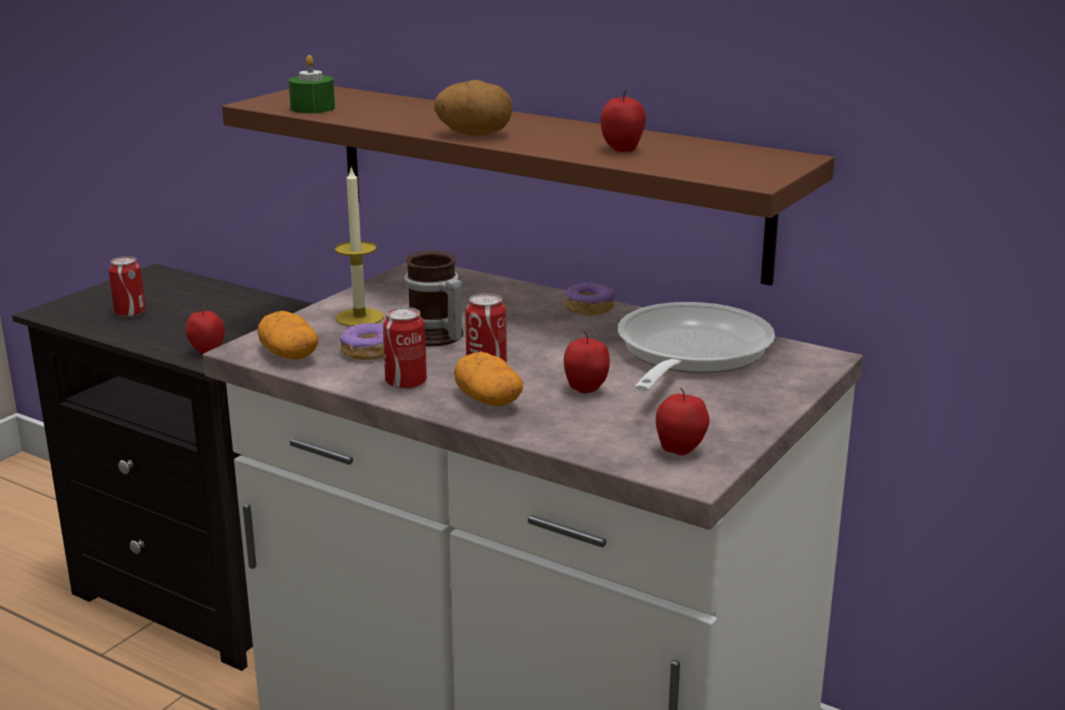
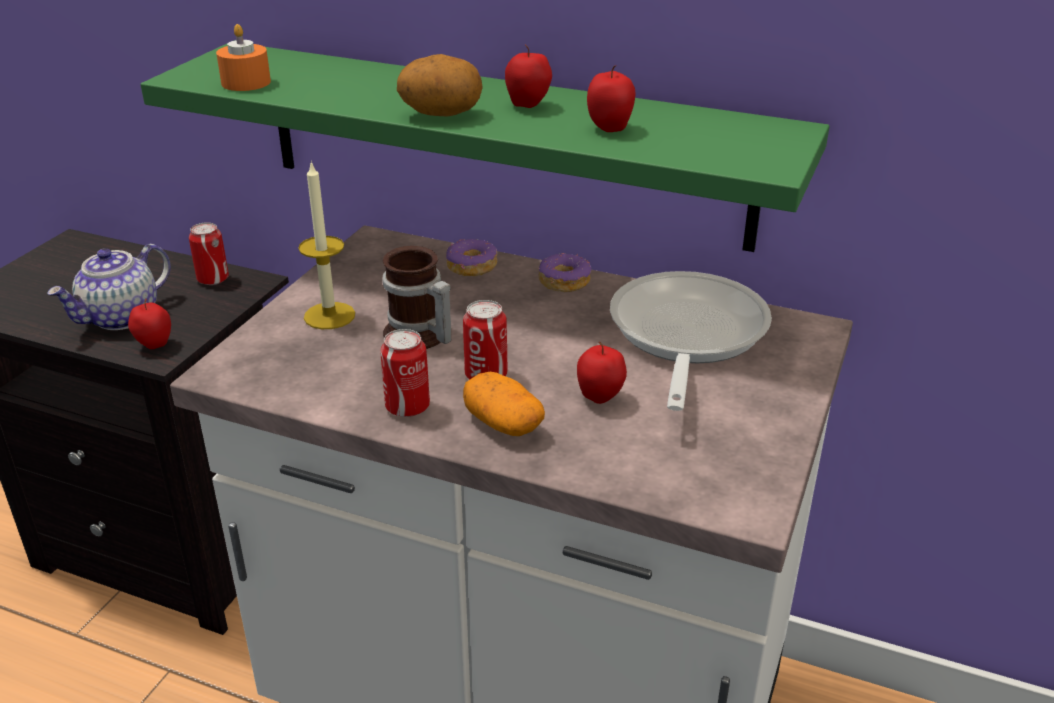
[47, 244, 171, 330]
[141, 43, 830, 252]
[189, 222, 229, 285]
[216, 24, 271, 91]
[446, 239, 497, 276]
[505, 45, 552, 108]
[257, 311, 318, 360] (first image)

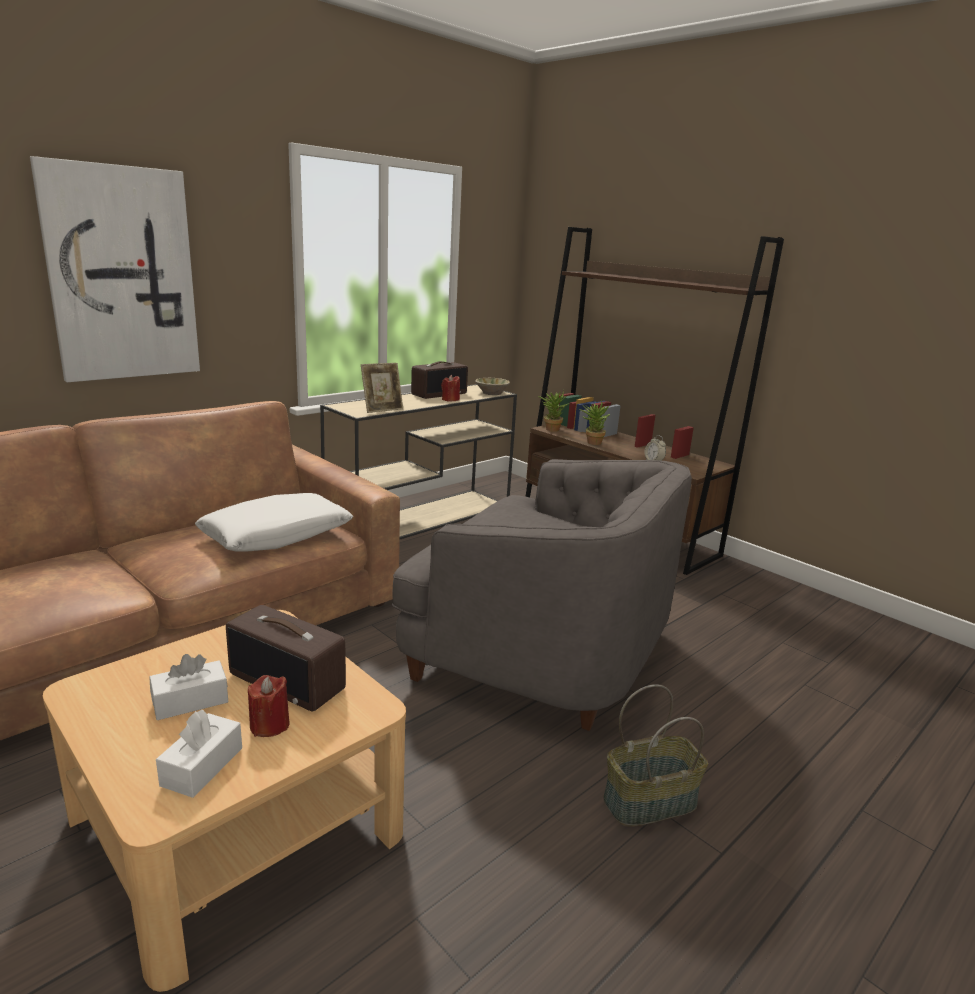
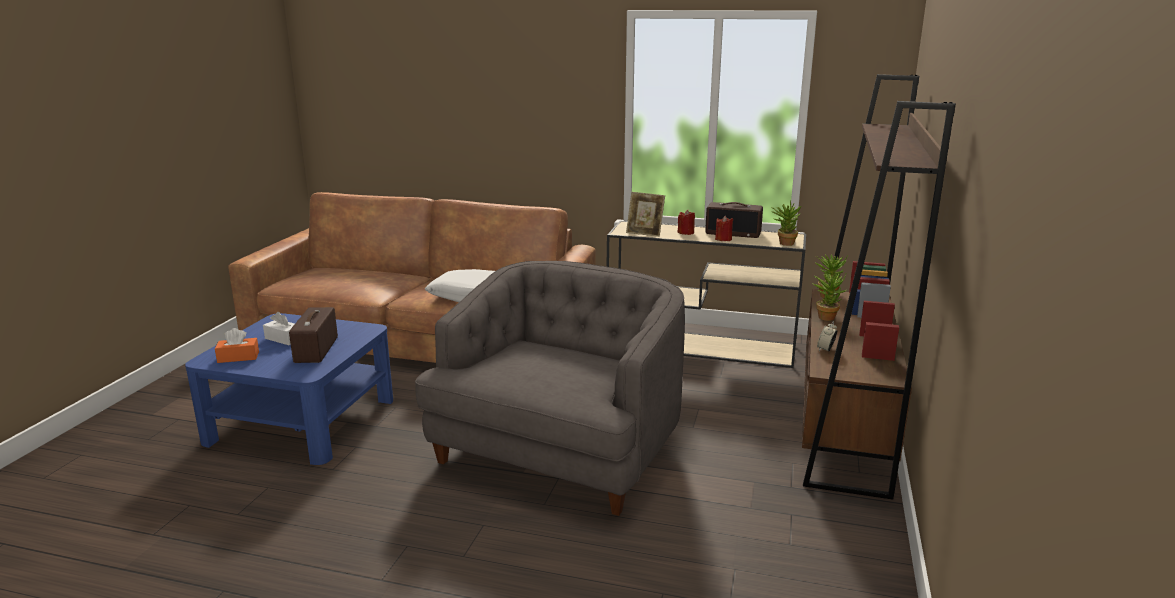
[185, 313, 393, 465]
[215, 328, 259, 363]
[415, 261, 685, 516]
[677, 210, 695, 235]
[771, 200, 801, 246]
[30, 156, 200, 382] (first image)
[603, 684, 708, 827] (first image)

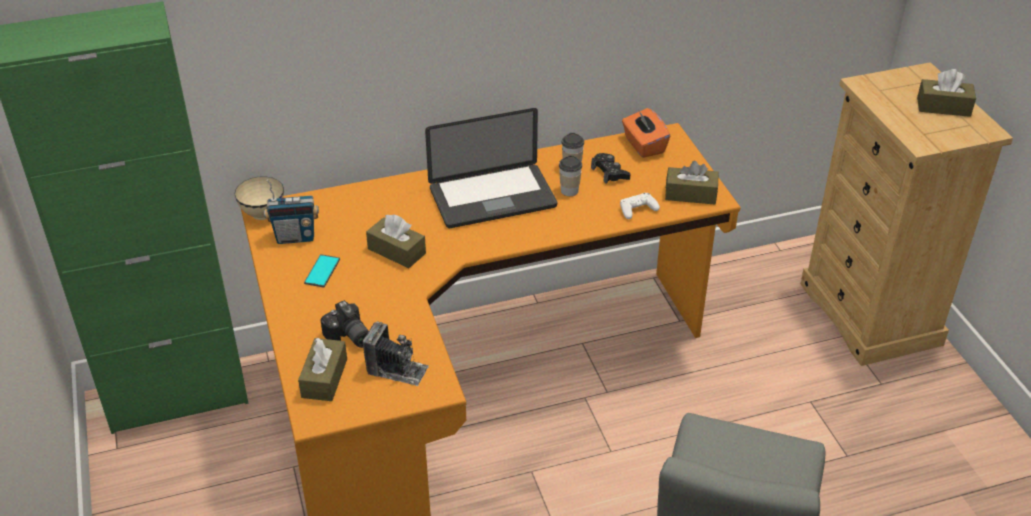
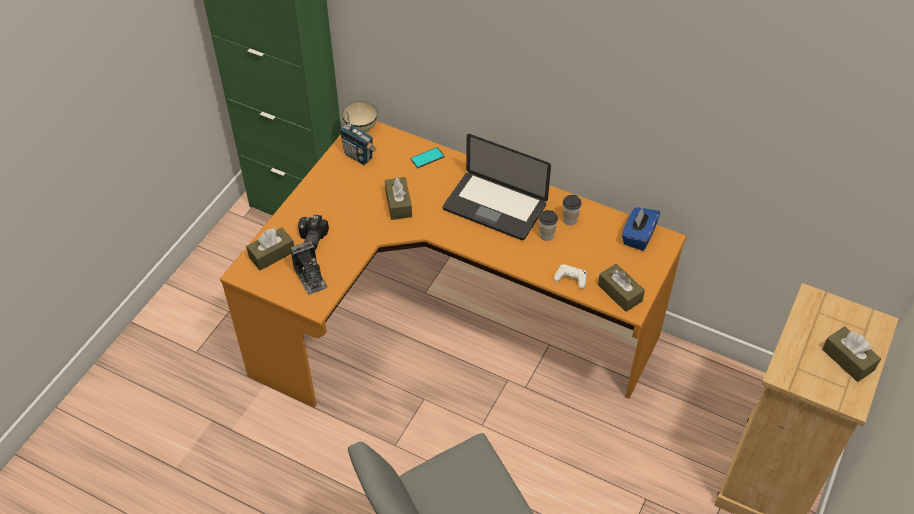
[410, 147, 445, 168]
[622, 207, 660, 251]
[591, 153, 630, 184] (first image)

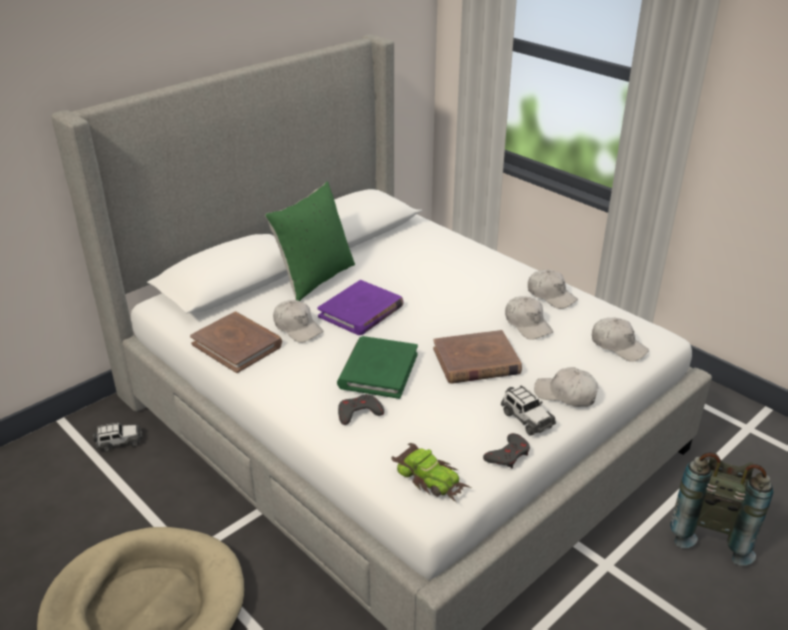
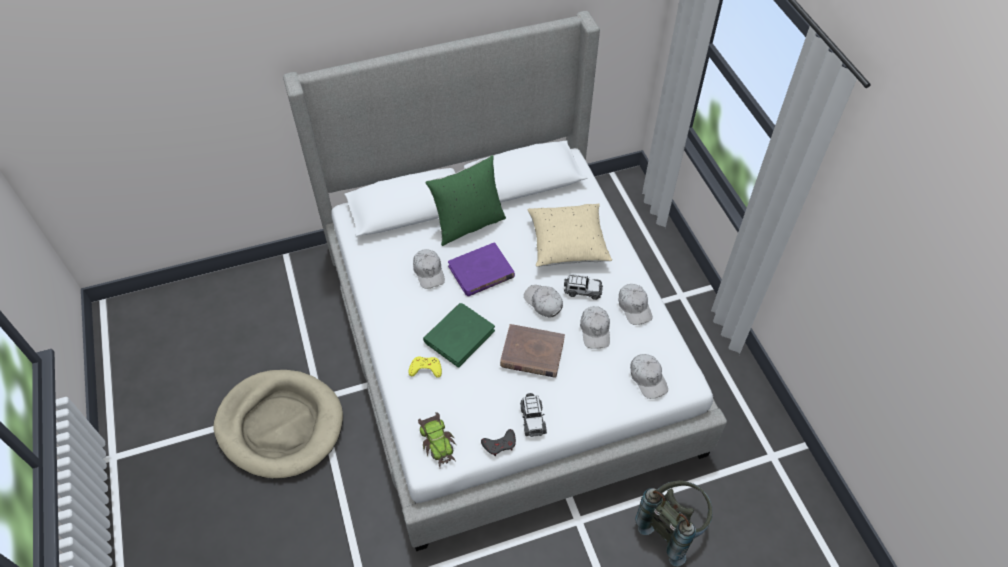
[409, 357, 442, 378]
[524, 285, 563, 318]
[527, 203, 612, 267]
[564, 274, 603, 300]
[190, 312, 282, 373] (first image)

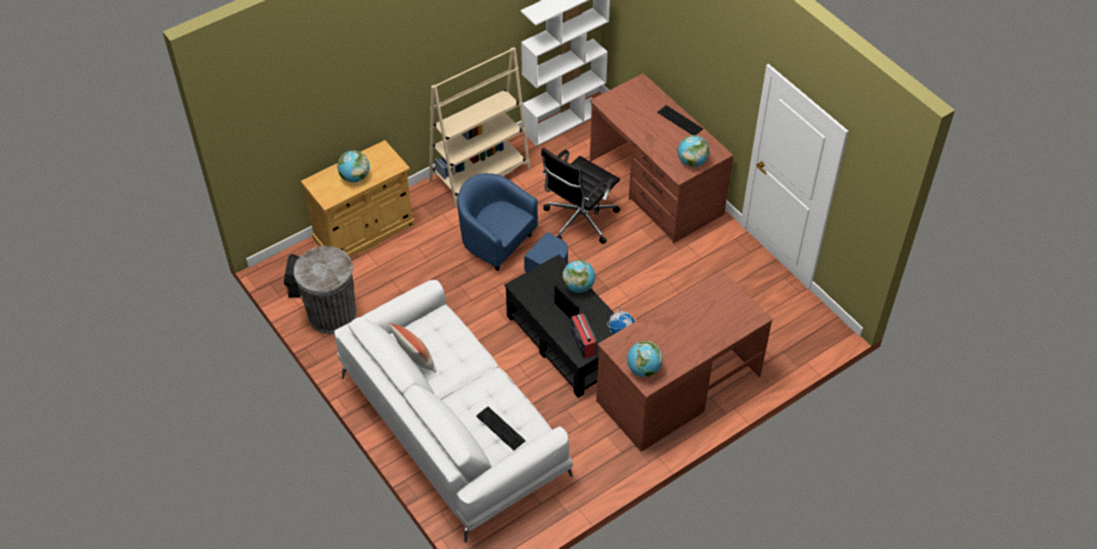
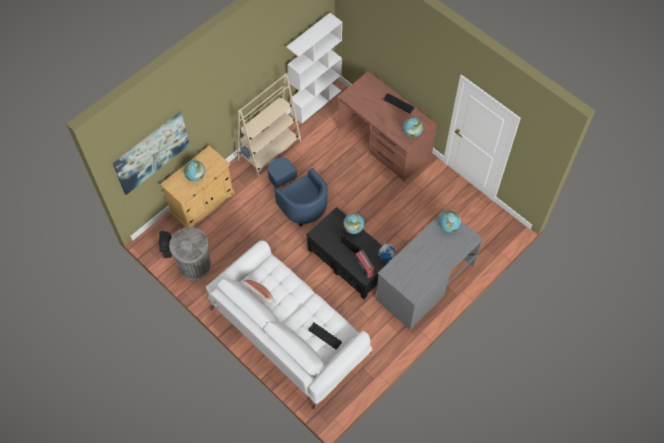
[113, 112, 190, 195]
[268, 158, 328, 226]
[376, 209, 483, 330]
[439, 210, 461, 232]
[541, 148, 620, 244] (first image)

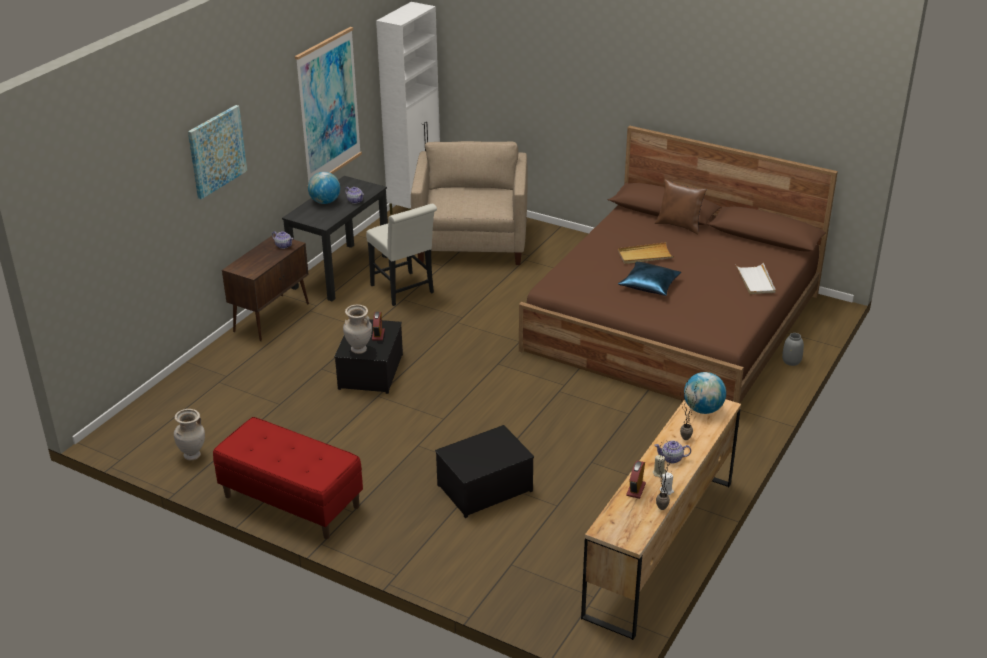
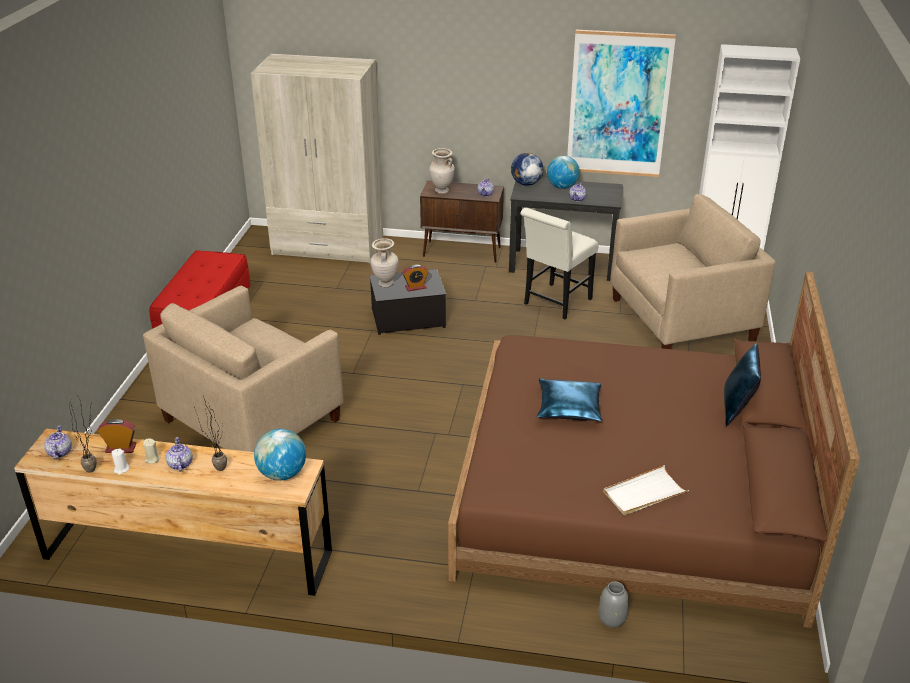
[44, 425, 72, 460]
[143, 286, 344, 452]
[251, 54, 383, 263]
[429, 148, 455, 194]
[511, 153, 544, 186]
[724, 343, 761, 426]
[188, 105, 247, 199] (first image)
[618, 242, 674, 264] (first image)

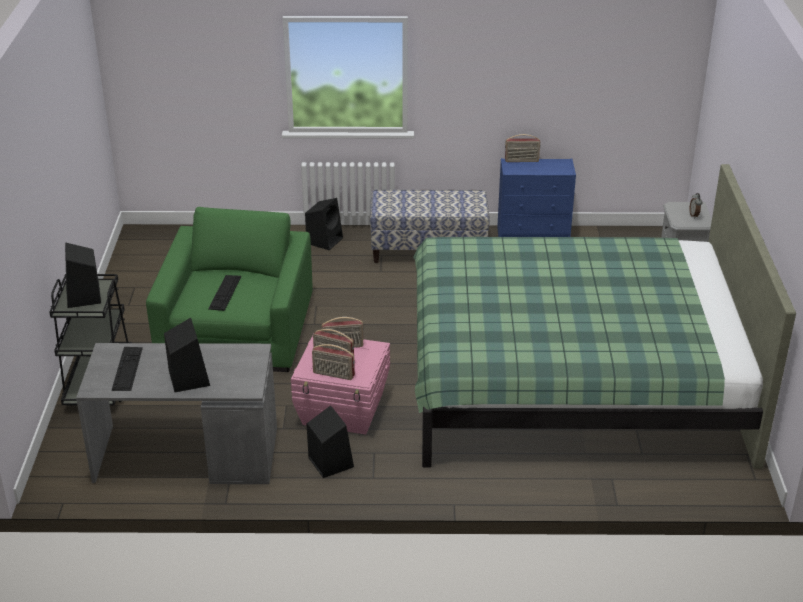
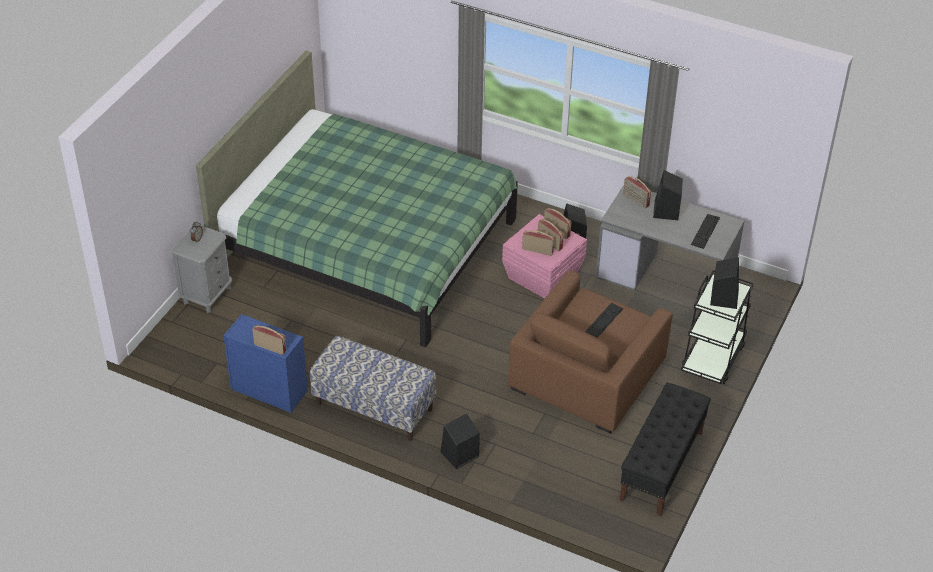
[508, 270, 673, 434]
[620, 383, 711, 516]
[623, 176, 651, 208]

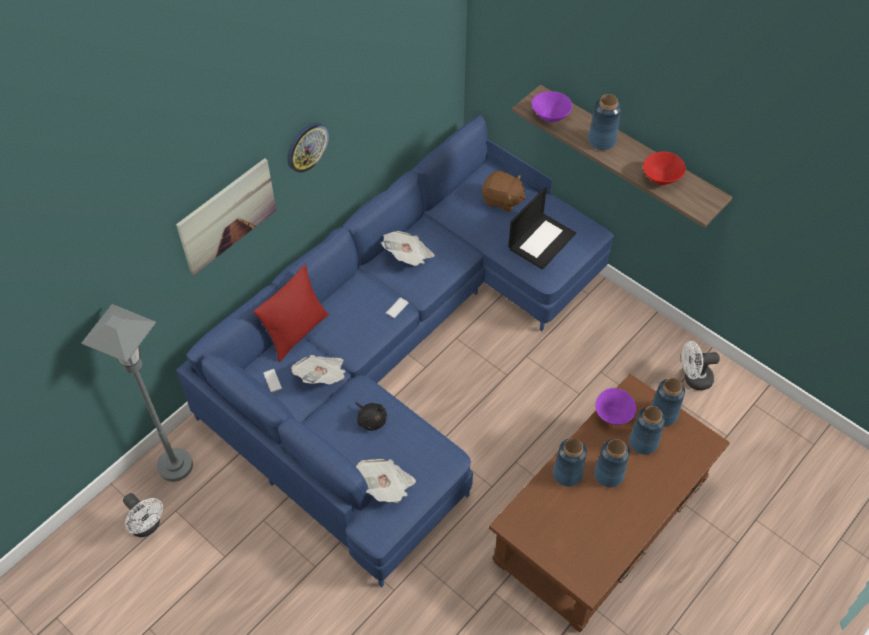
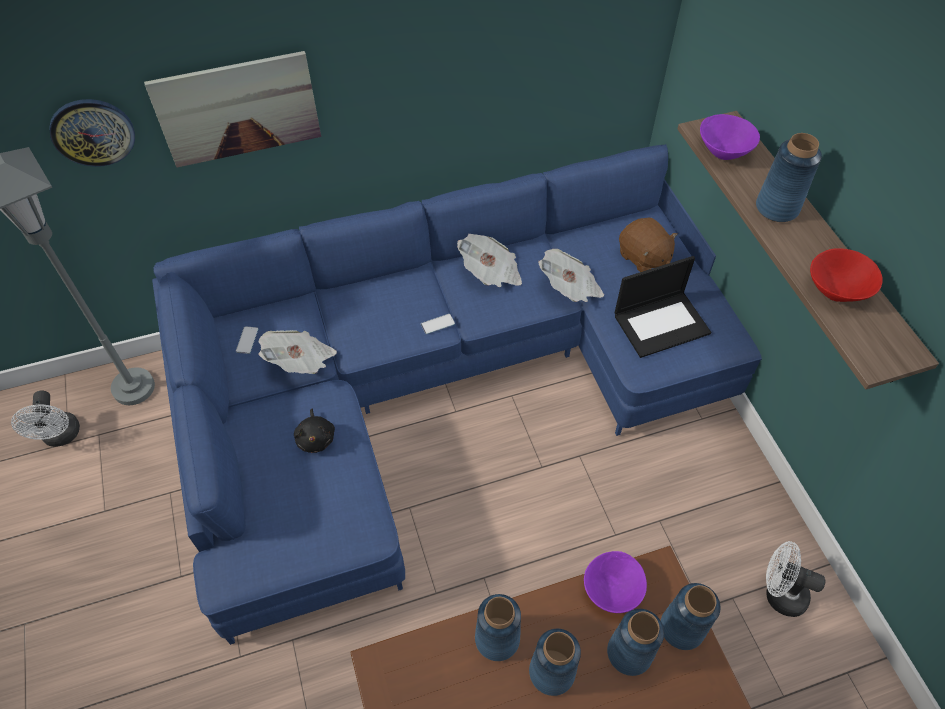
[49, 99, 135, 167]
[538, 249, 604, 302]
[254, 264, 329, 362] (first image)

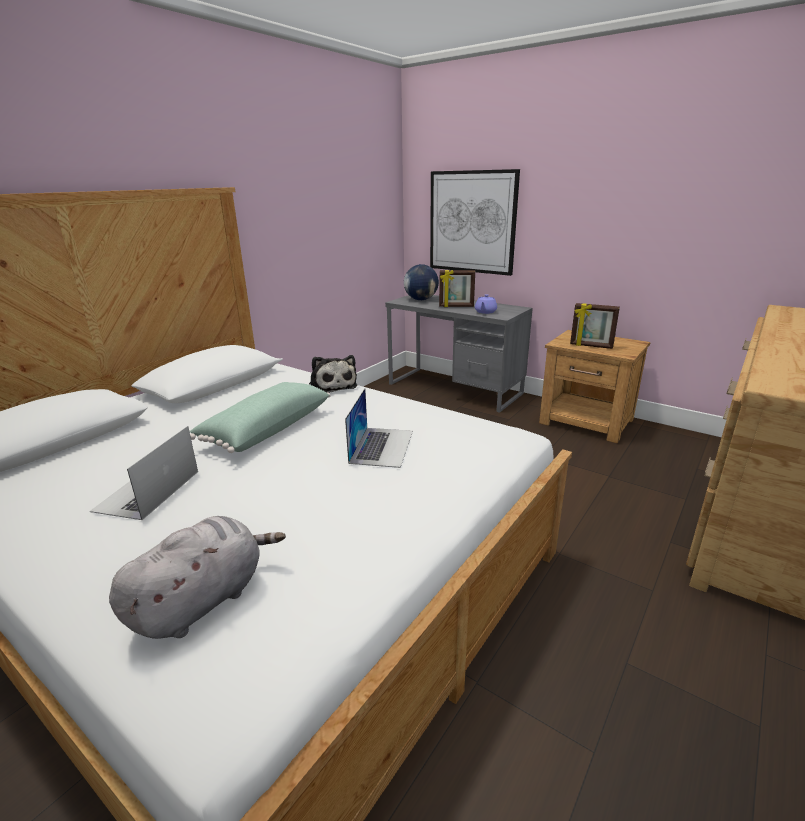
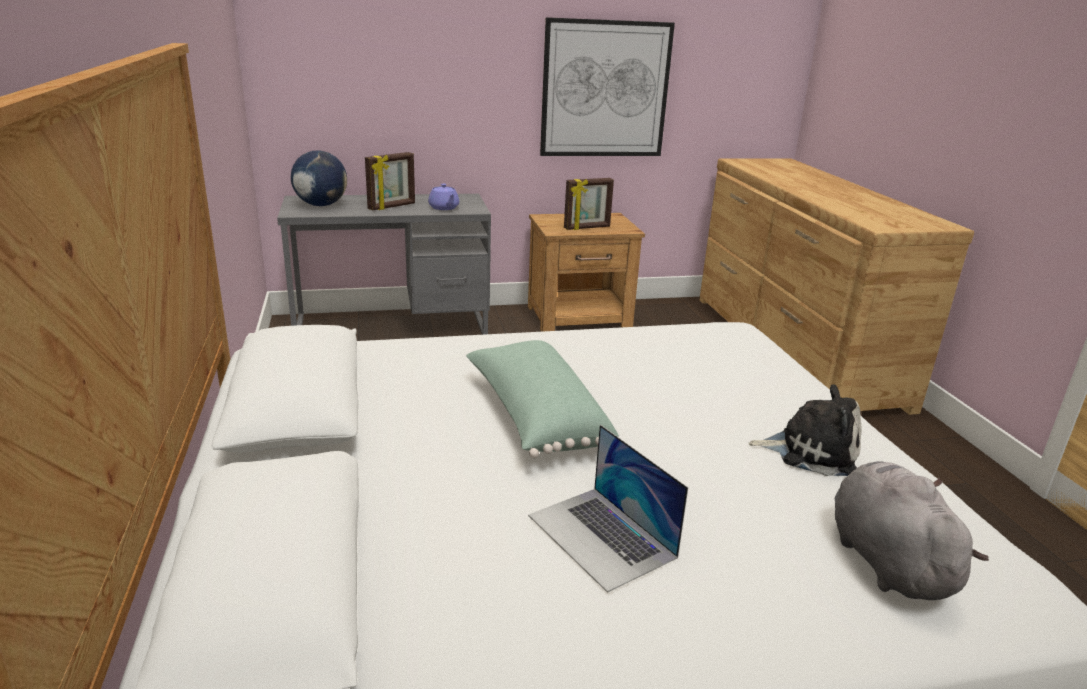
[540, 17, 675, 156]
[748, 384, 862, 476]
[345, 388, 413, 468] (first image)

